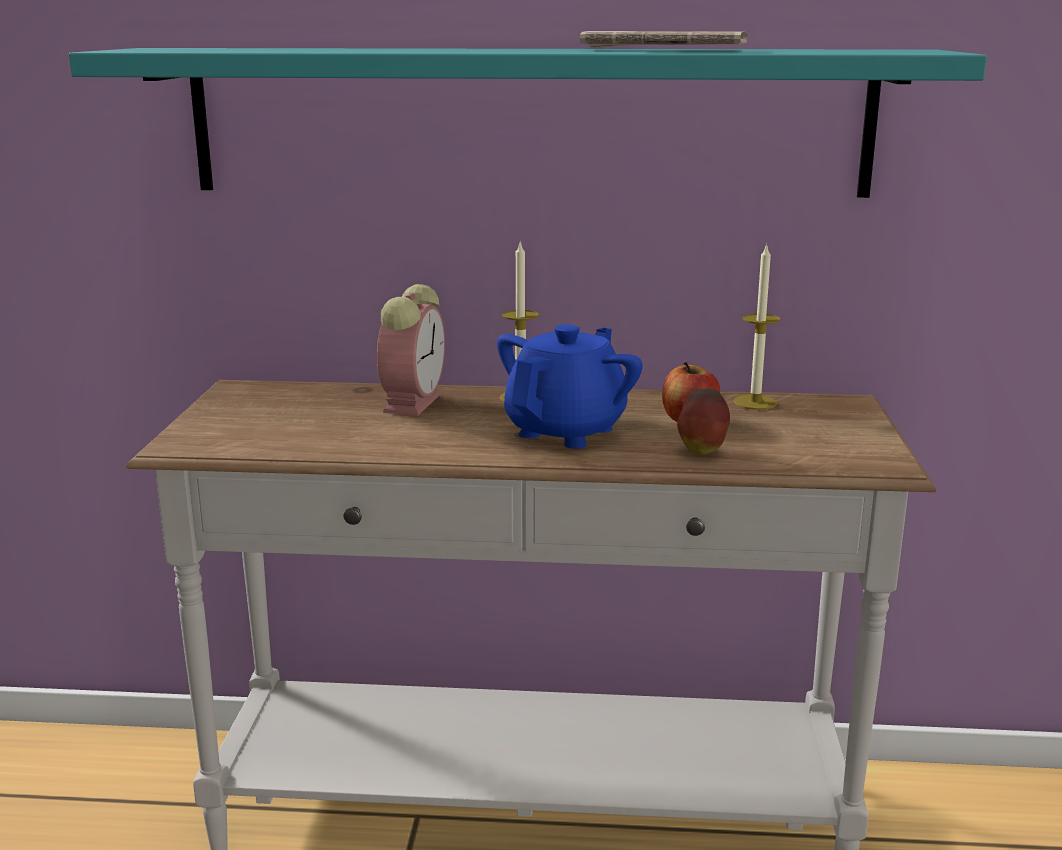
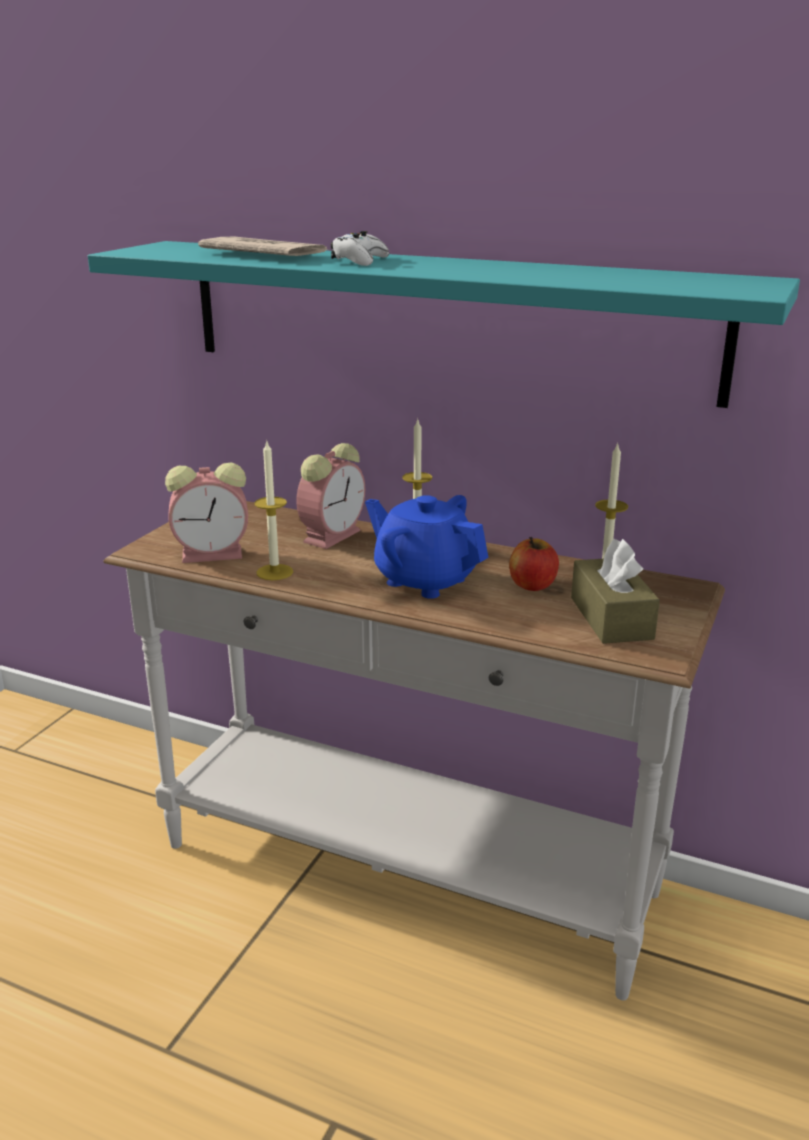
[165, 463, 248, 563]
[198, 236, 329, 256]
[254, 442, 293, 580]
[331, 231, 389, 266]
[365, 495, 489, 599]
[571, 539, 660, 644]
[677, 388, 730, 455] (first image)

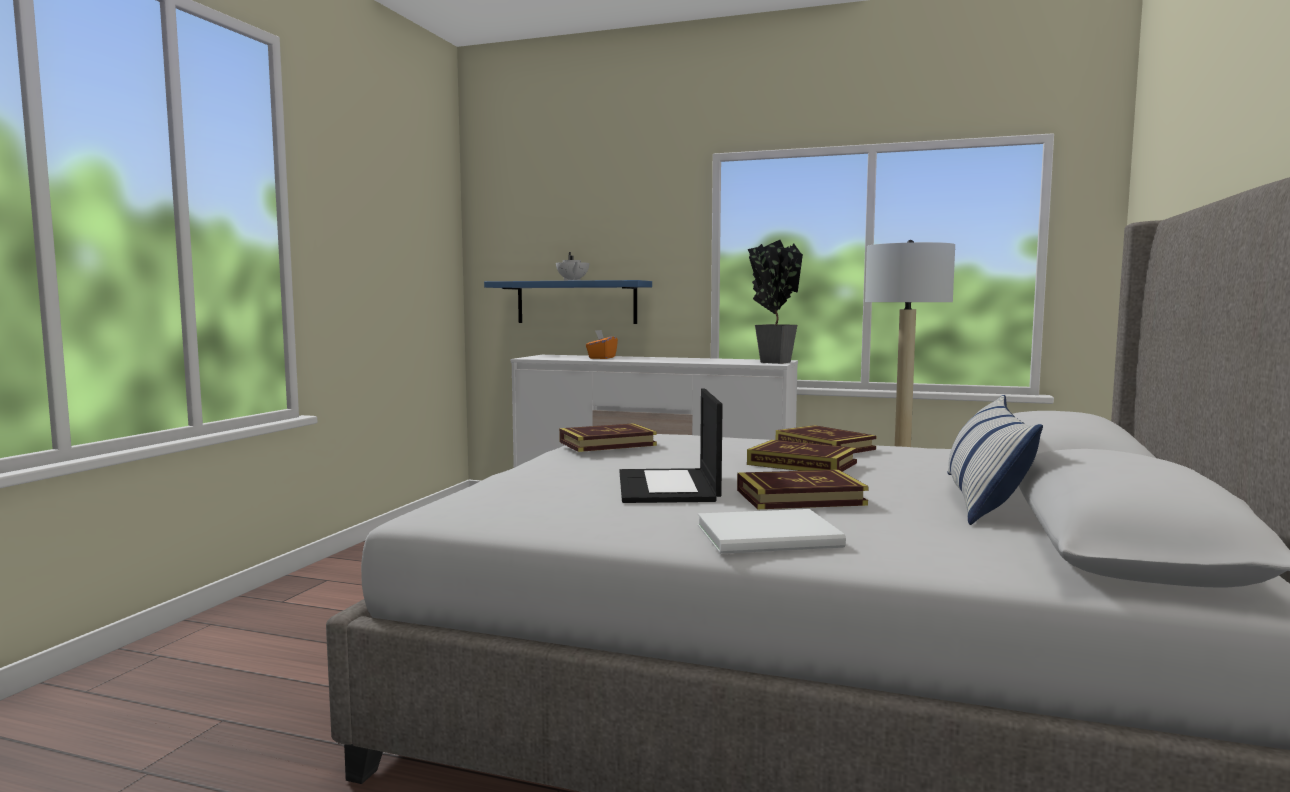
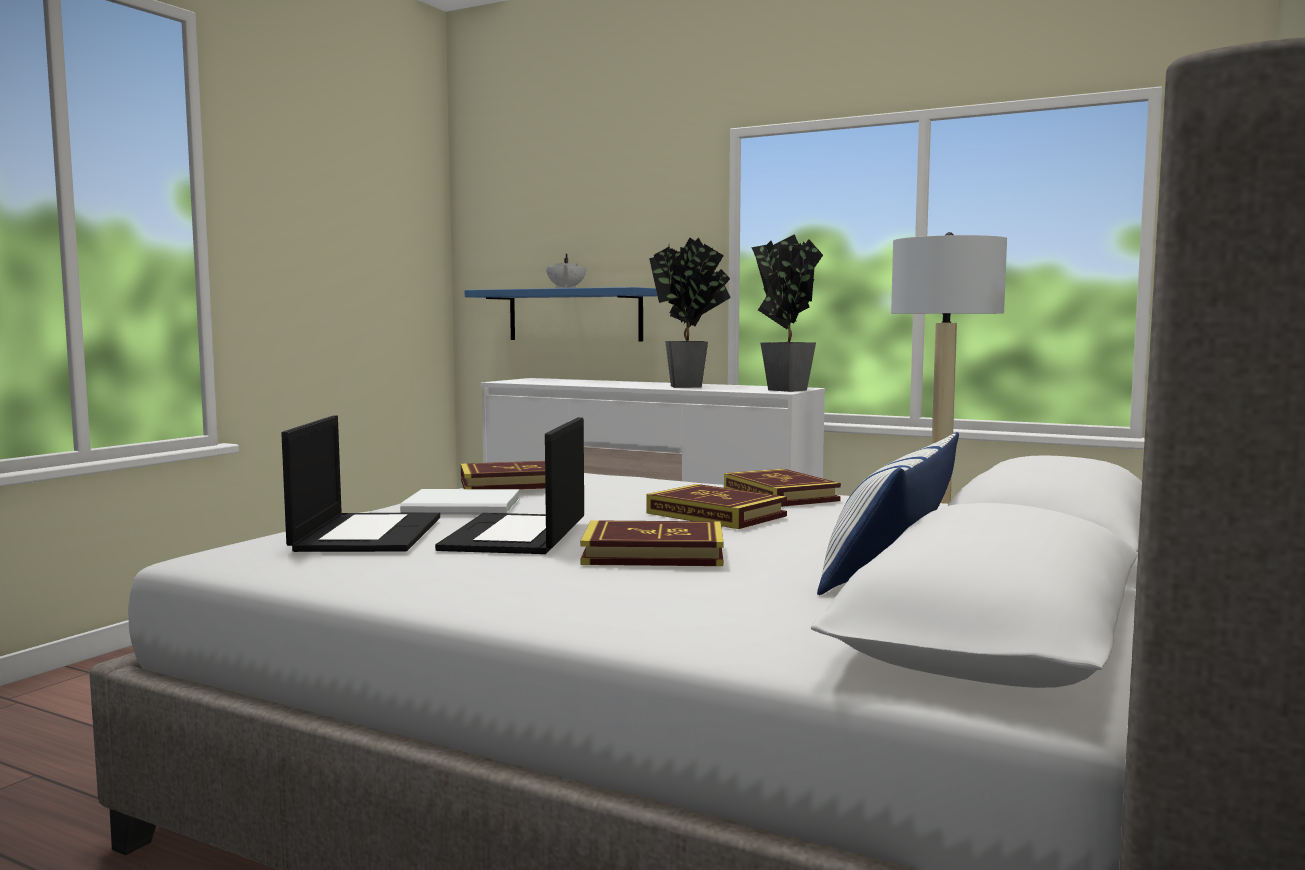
[281, 415, 440, 552]
[400, 489, 520, 515]
[649, 237, 731, 388]
[586, 330, 618, 359] (first image)

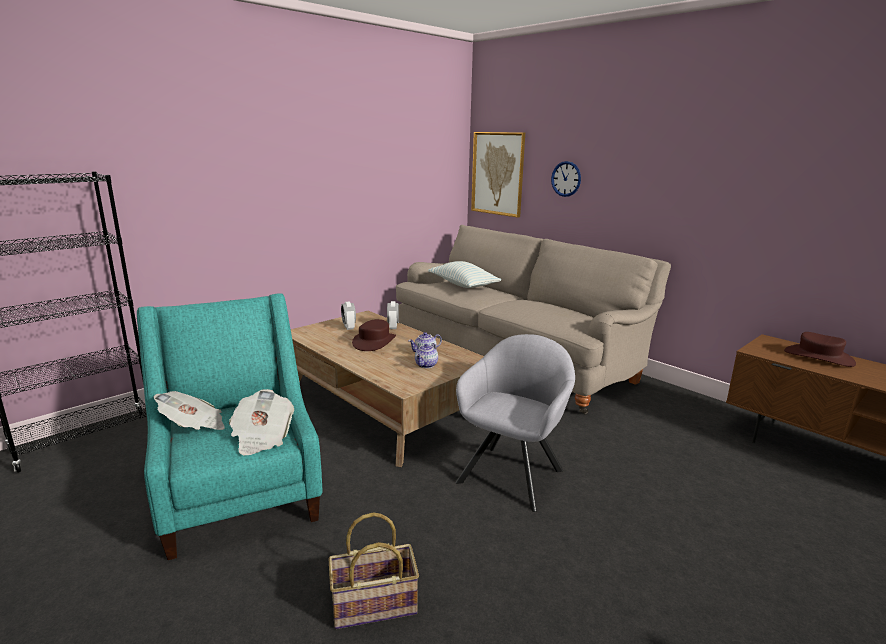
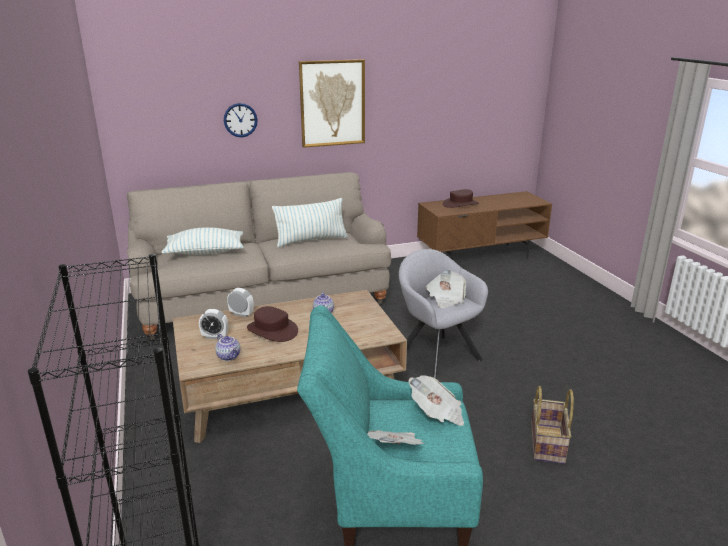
[215, 334, 240, 361]
[272, 198, 348, 248]
[299, 59, 365, 148]
[426, 270, 466, 308]

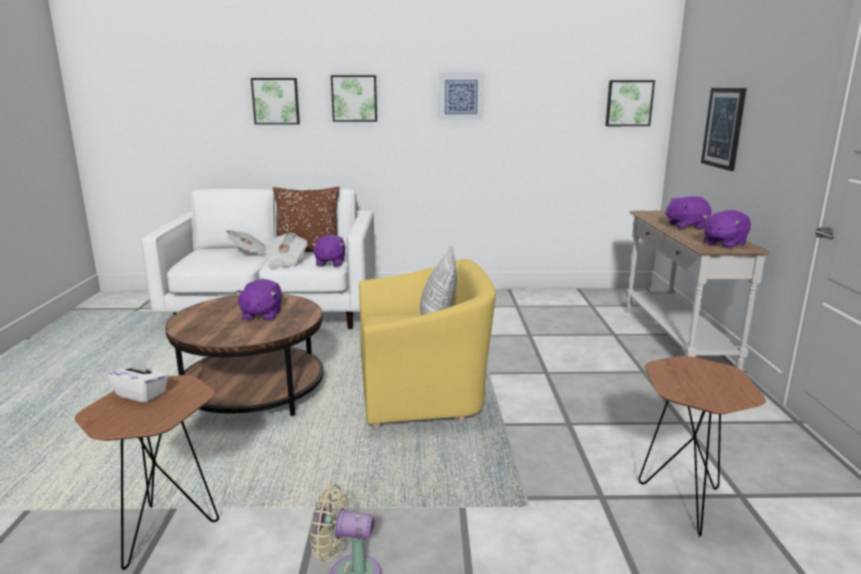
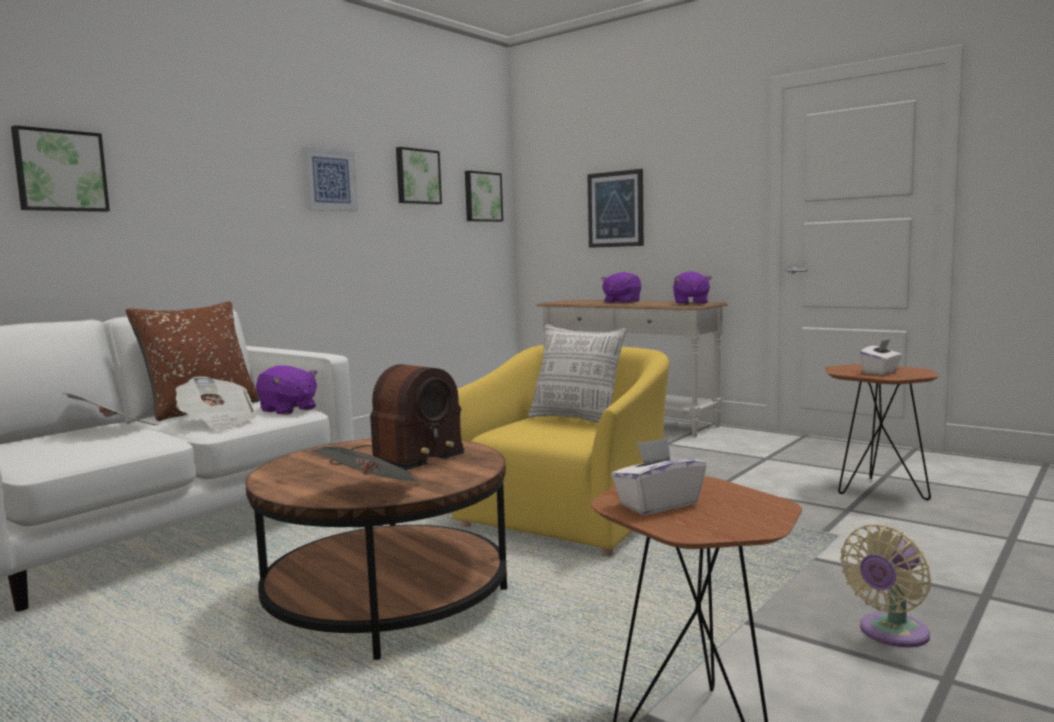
[311, 447, 420, 481]
[330, 364, 465, 470]
[396, 147, 442, 204]
[860, 339, 902, 375]

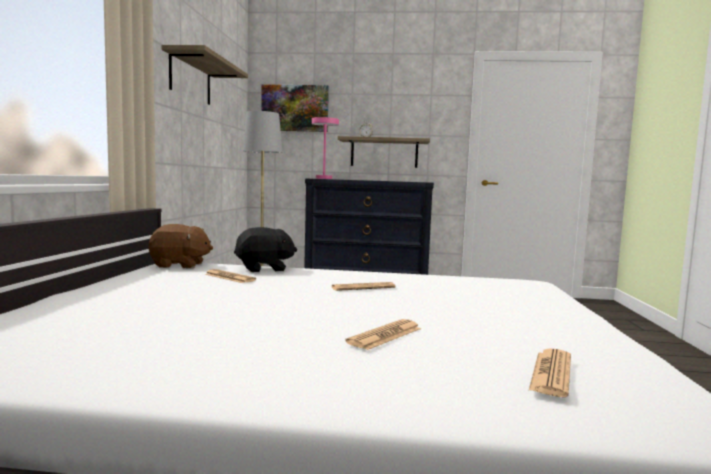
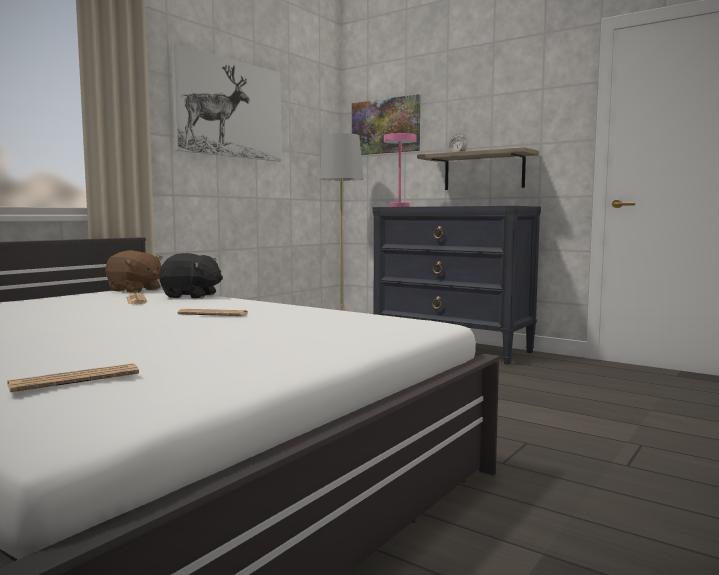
[171, 43, 282, 162]
[345, 319, 421, 350] (first image)

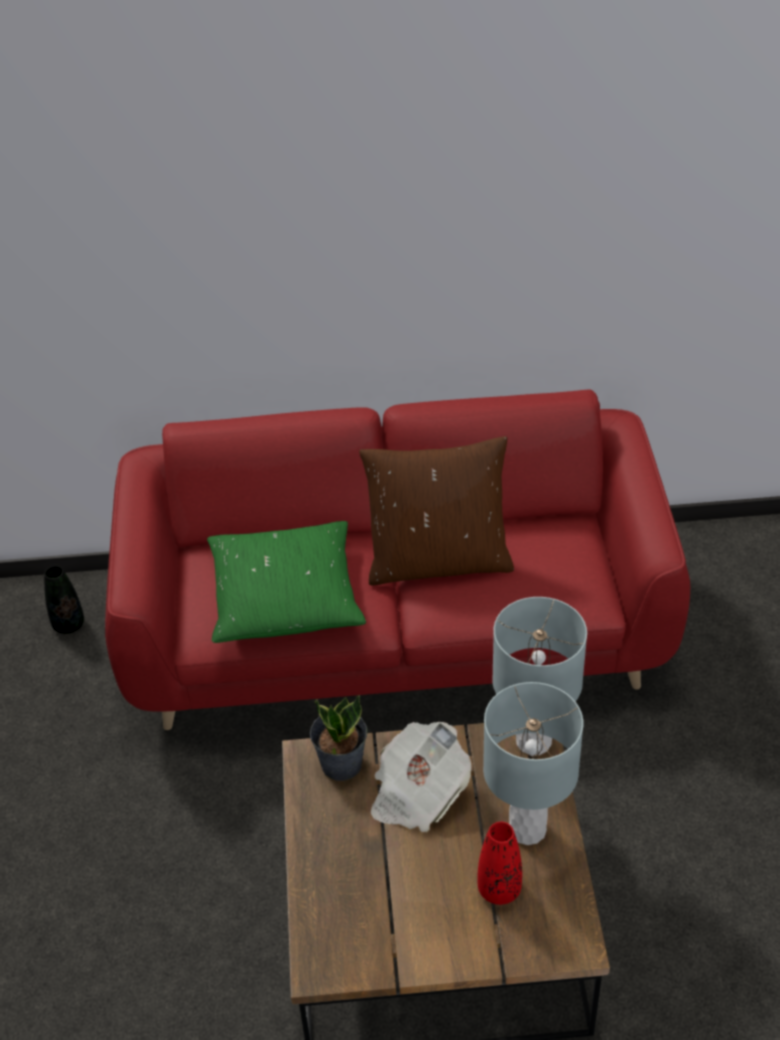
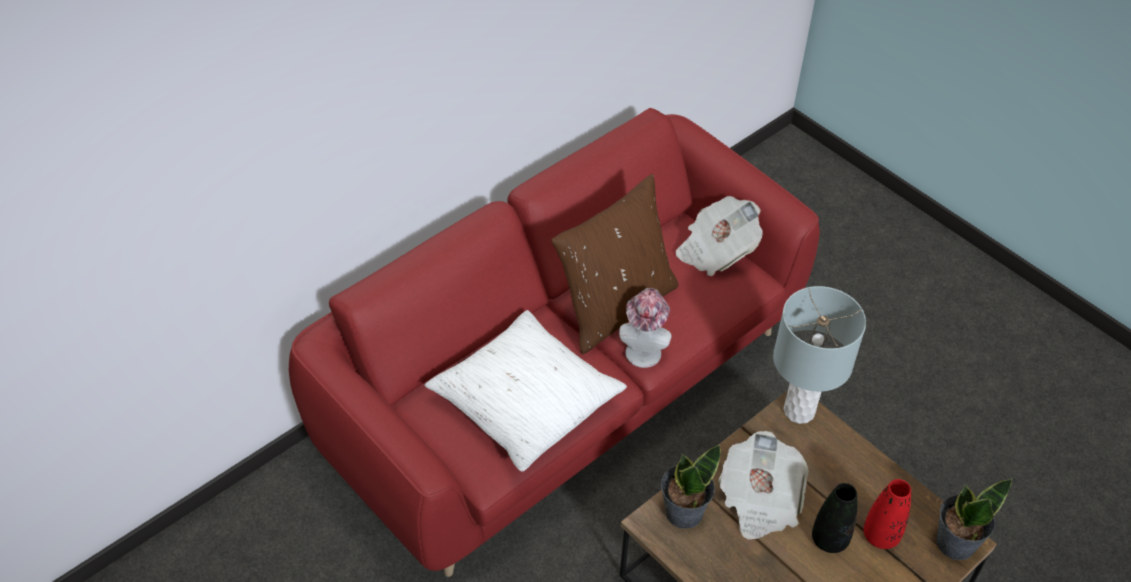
[424, 310, 627, 472]
[619, 288, 672, 368]
[676, 196, 763, 276]
[812, 483, 857, 553]
[937, 479, 1012, 560]
[483, 682, 583, 845] (first image)

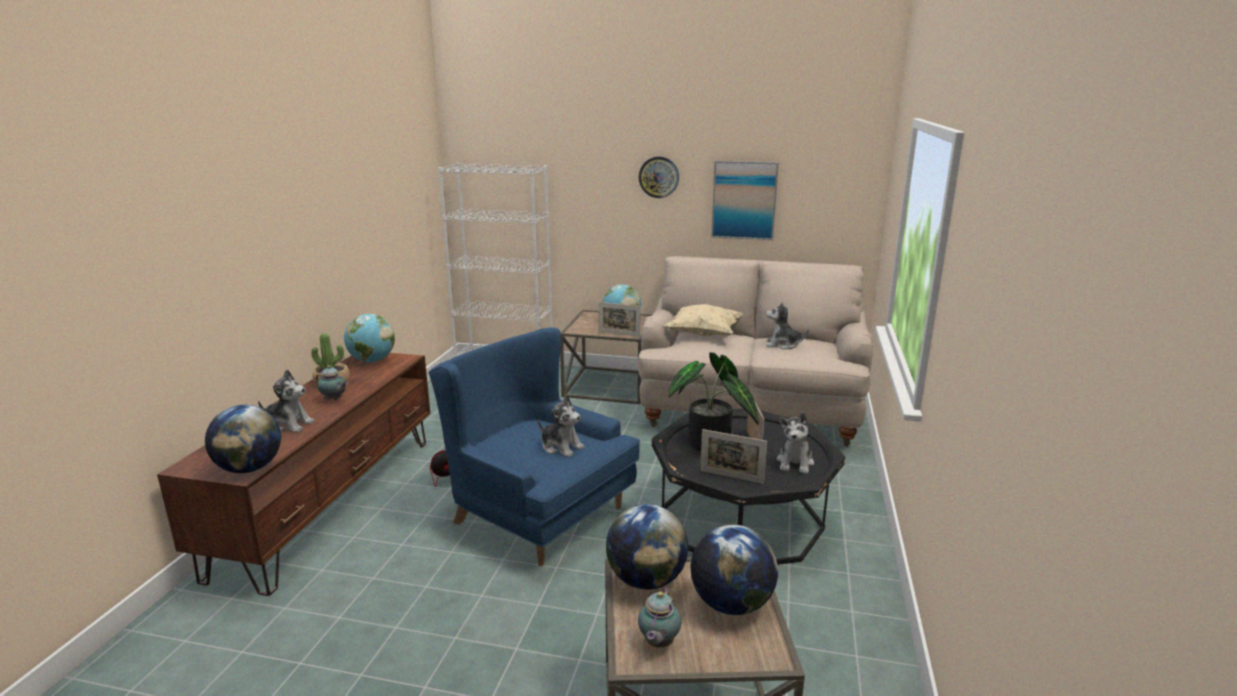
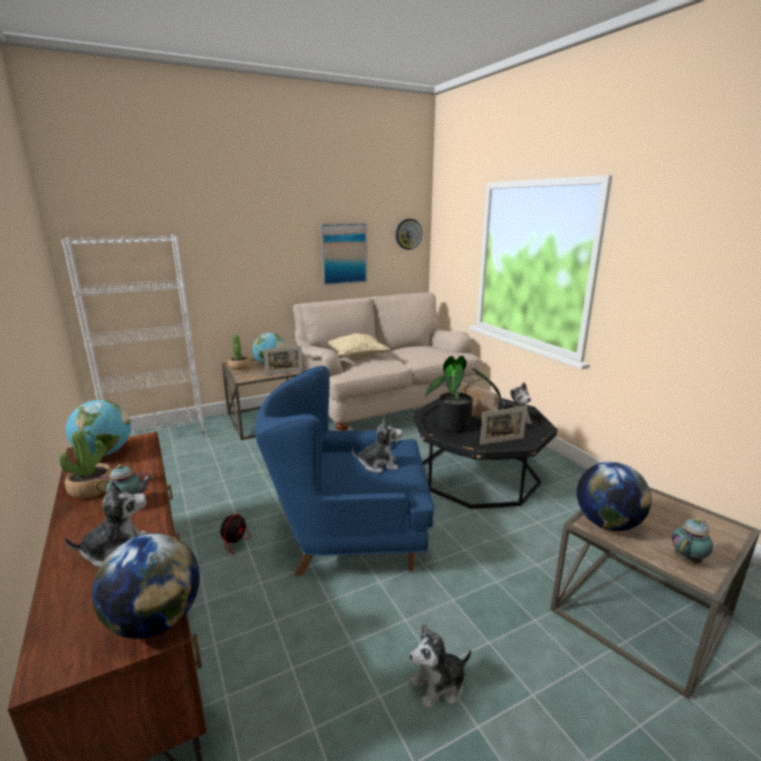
[227, 334, 251, 370]
[395, 219, 422, 250]
[409, 623, 471, 709]
[671, 518, 713, 564]
[690, 525, 778, 615] (first image)

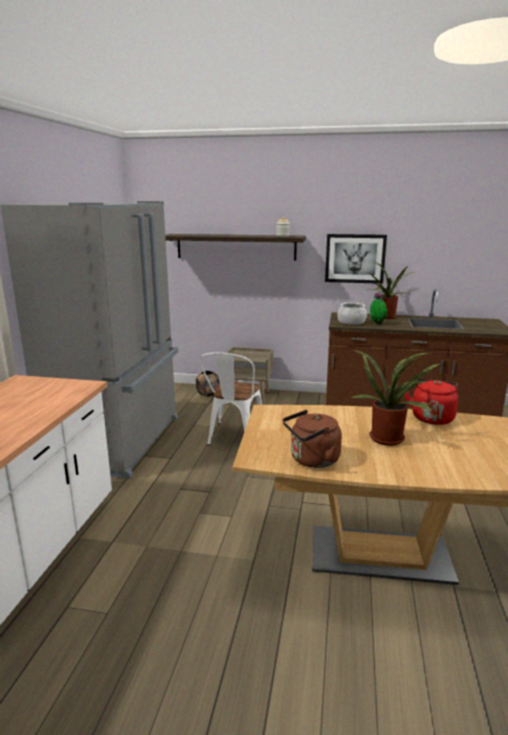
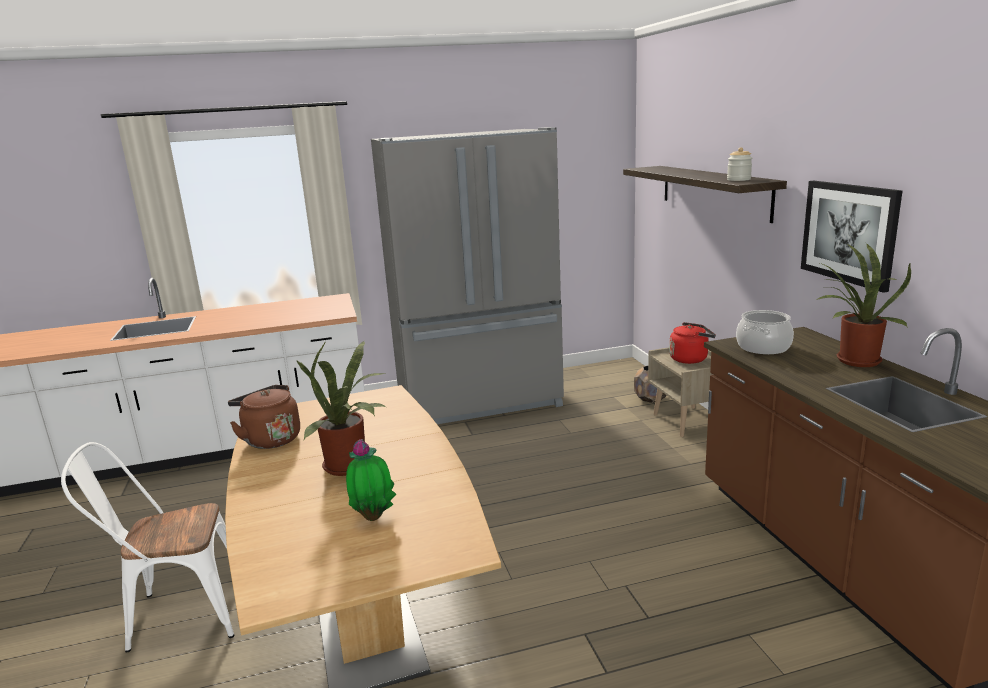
[61, 442, 234, 653]
[346, 439, 396, 521]
[669, 322, 716, 364]

